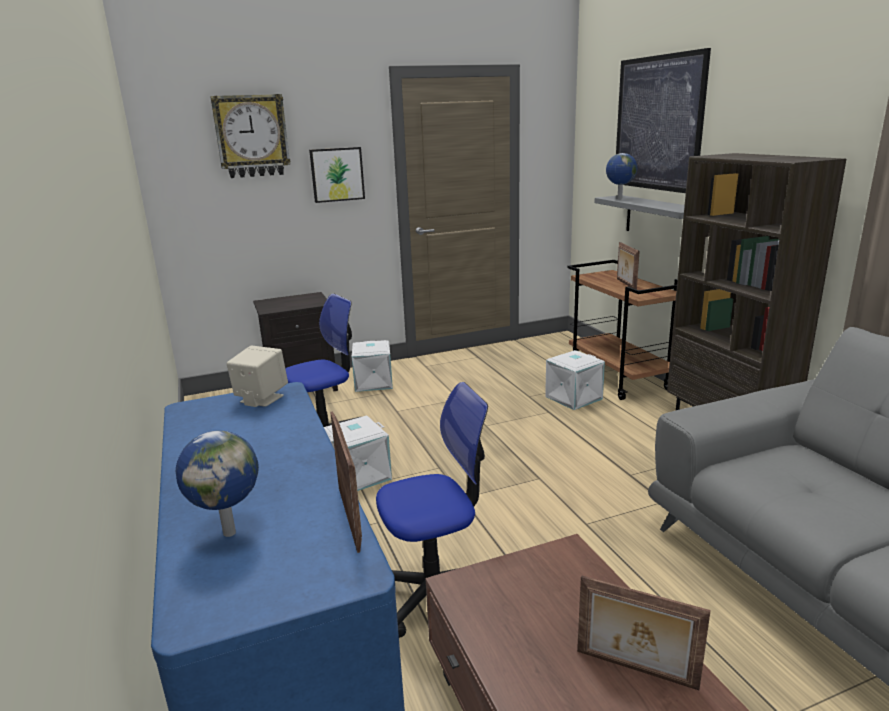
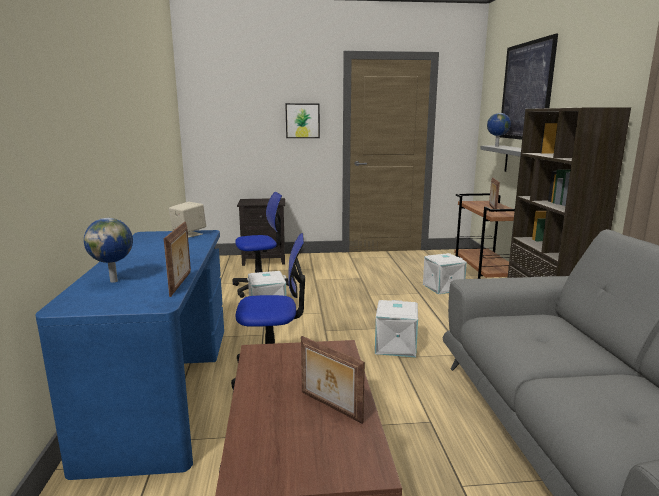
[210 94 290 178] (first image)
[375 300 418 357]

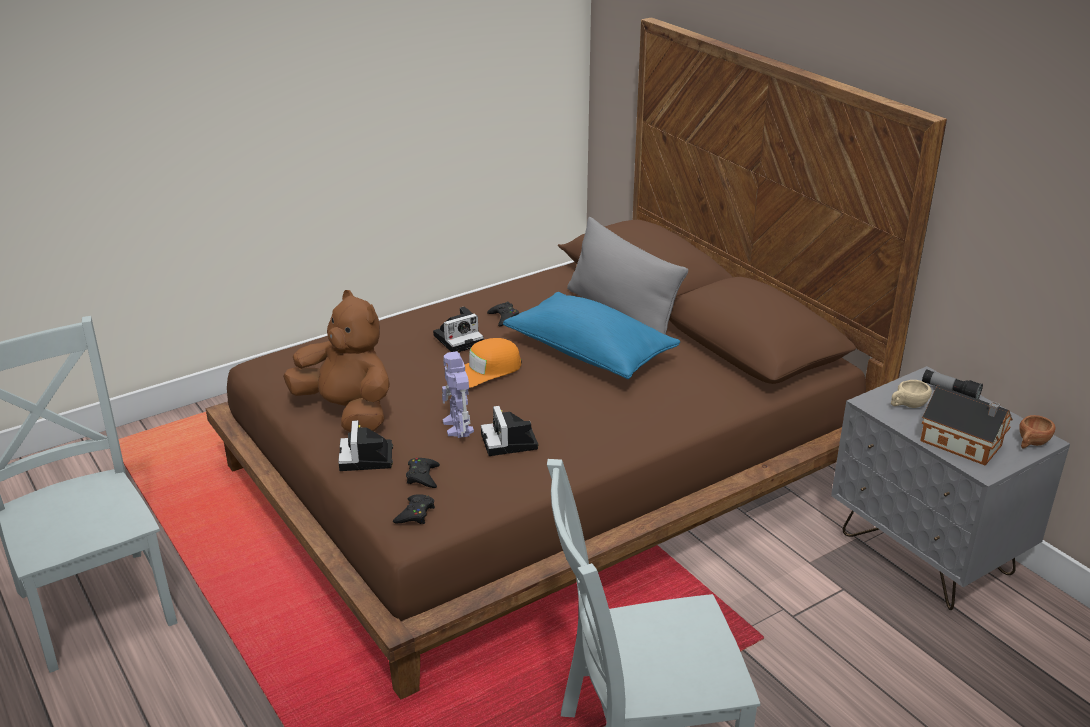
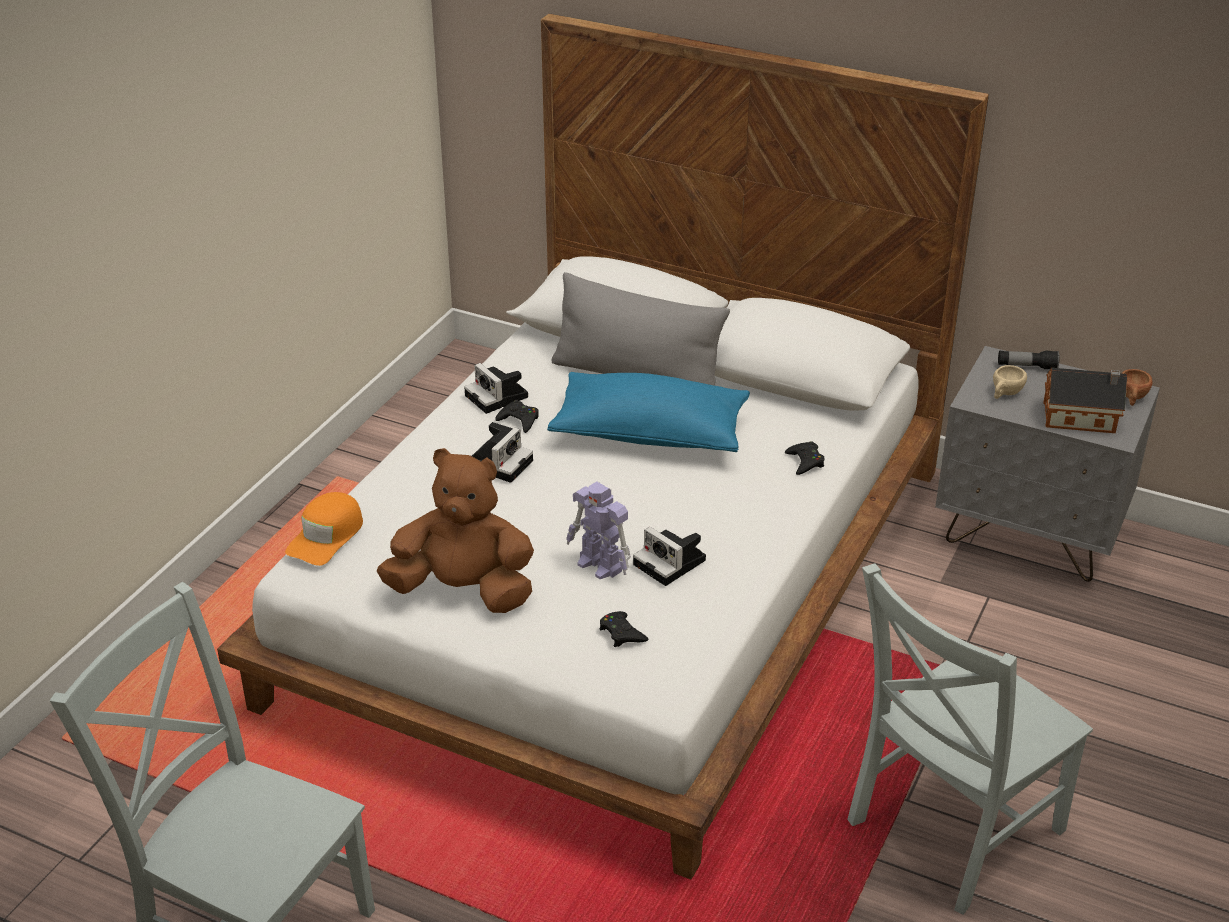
[217 13 989 880]
[464 363 528 414]
[785 441 825 475]
[285 492 363 566]

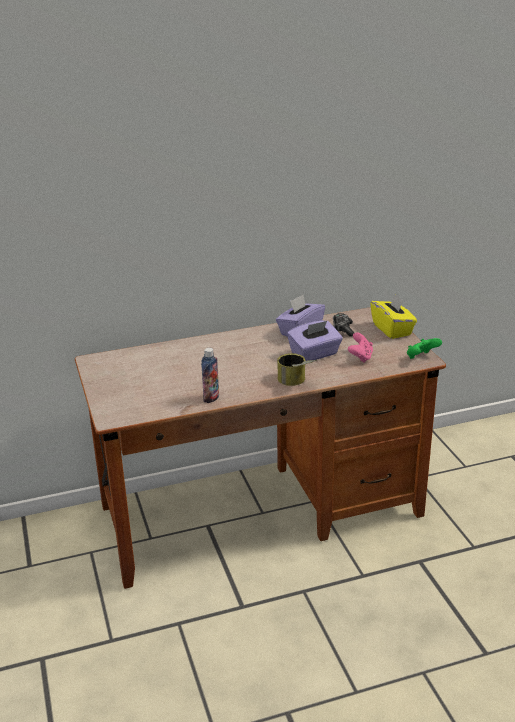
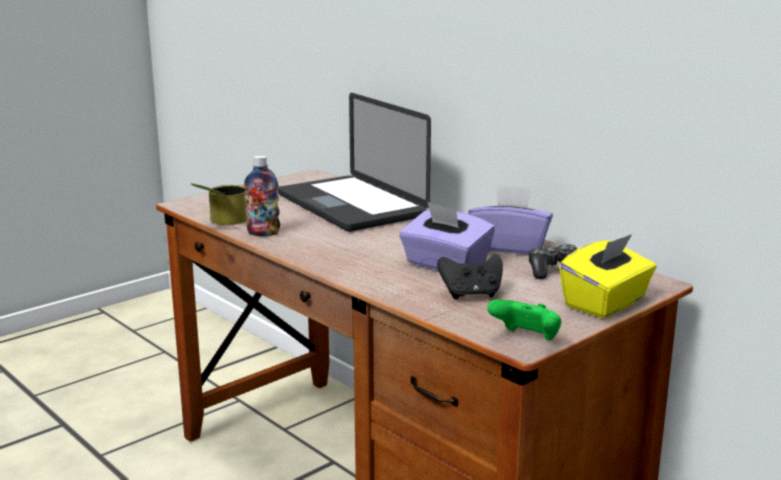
[190 183 247 225]
[437 254 503 299]
[277 93 431 232]

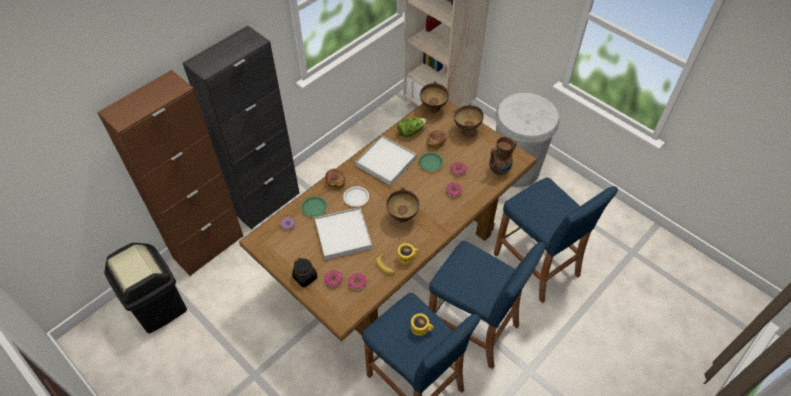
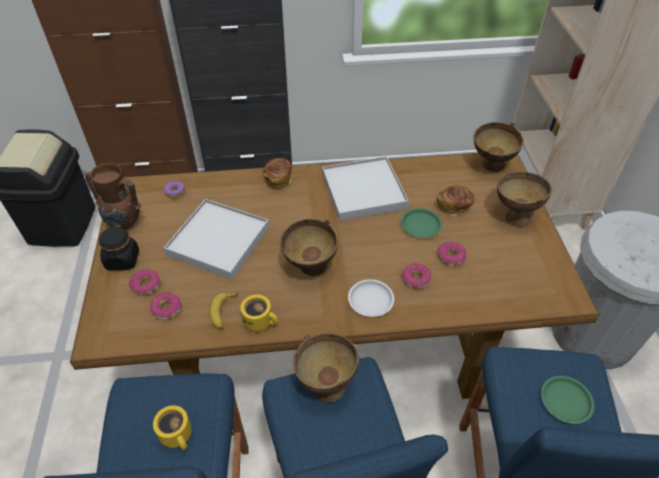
[541 376 595 424]
[348 279 394 317]
[397 117 427 138] (first image)
[85 163 141 230]
[293 333 359 403]

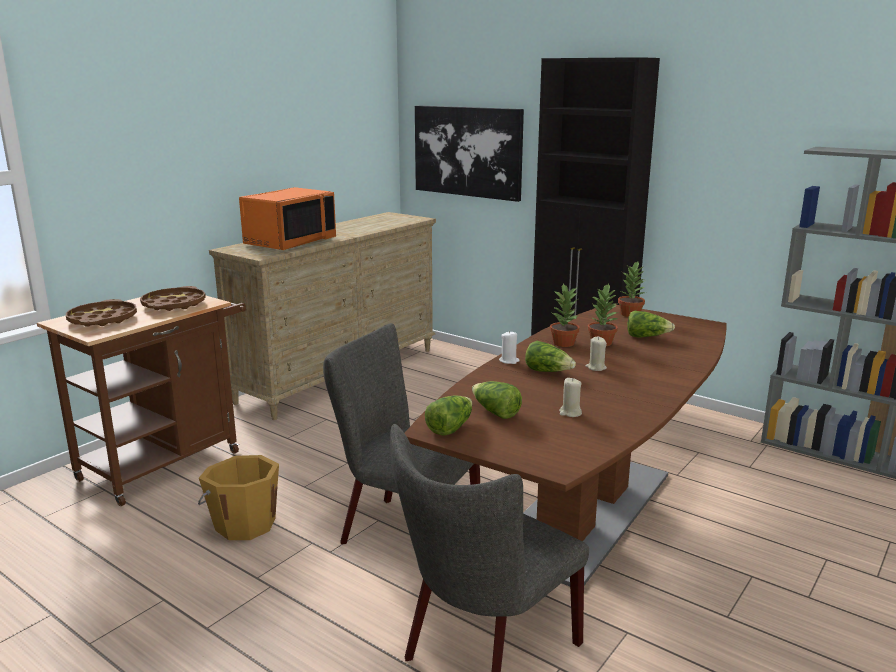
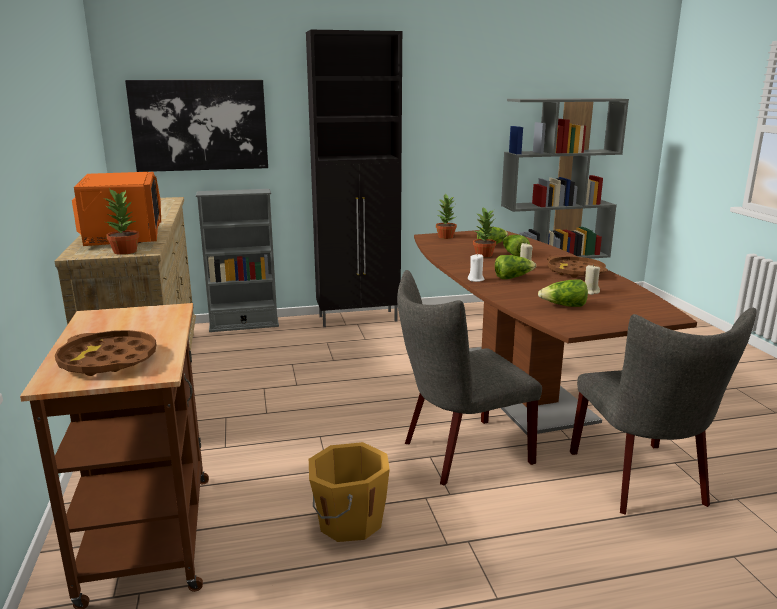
[547 256 608 278]
[503 235 530 257]
[104 188 139 255]
[196 189 279 332]

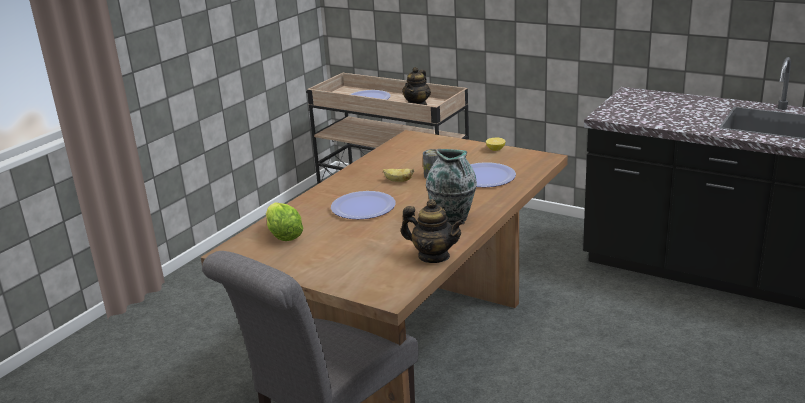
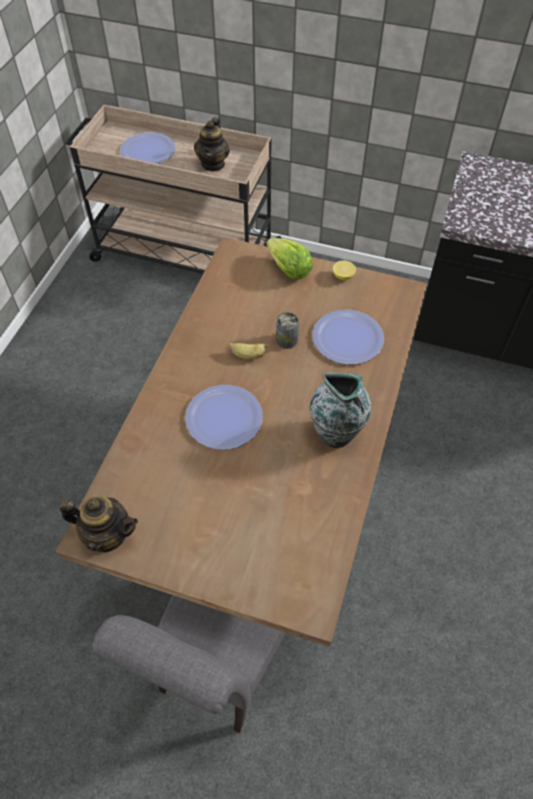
[267 238 313 280]
[59 496 138 552]

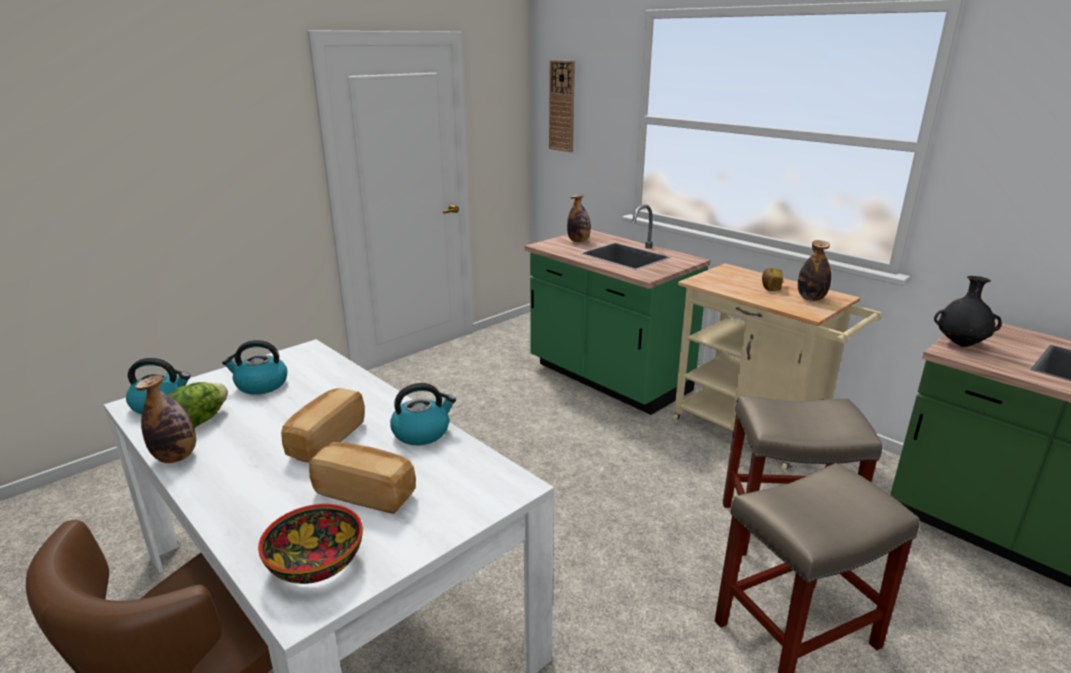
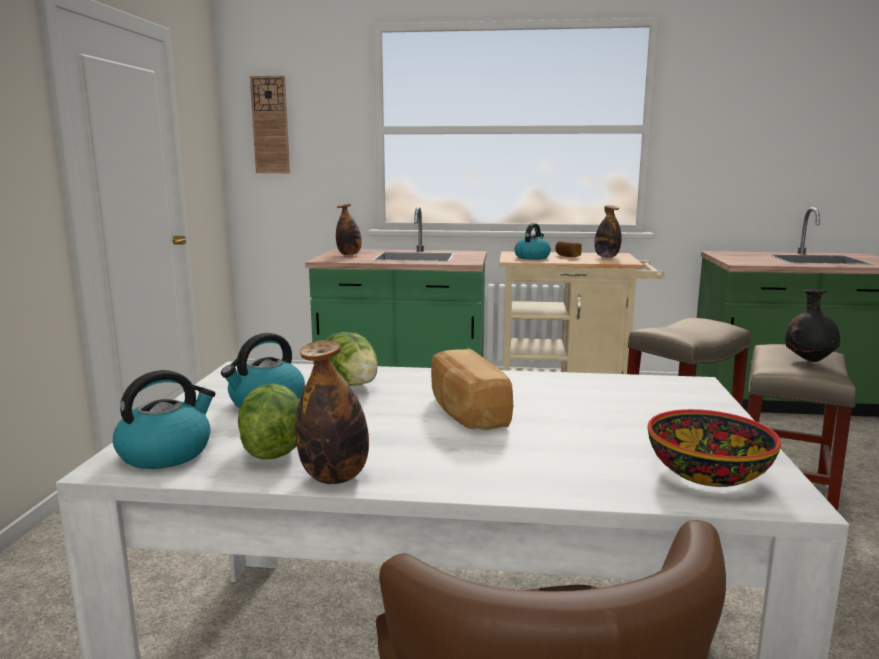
[309 442 416 514] (first image)
[515 223 551 260]
[785 290 840 362]
[326 332 378 386]

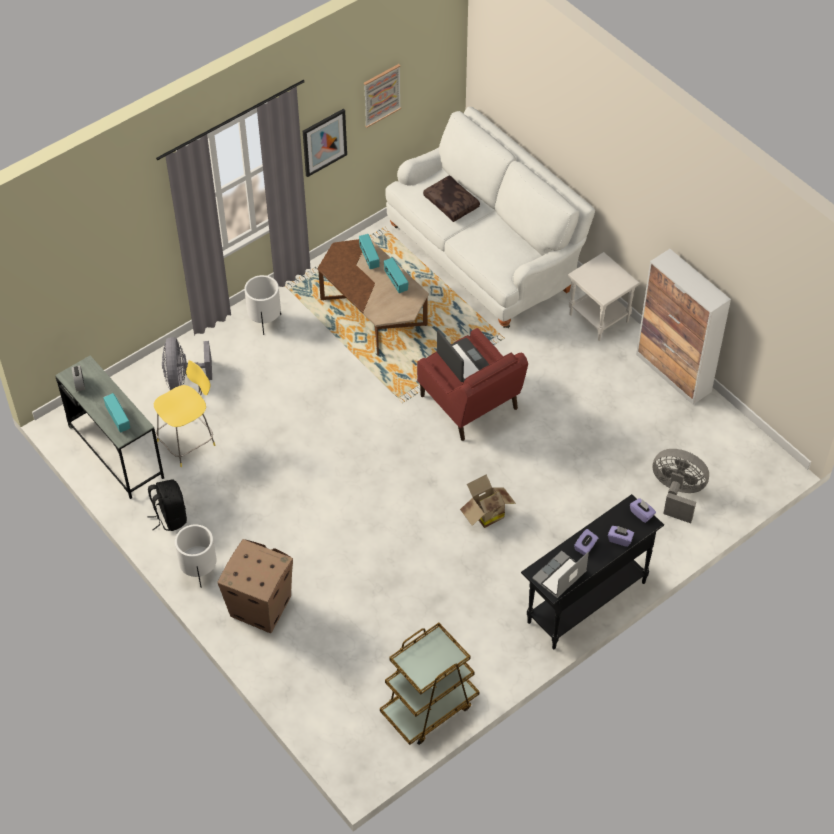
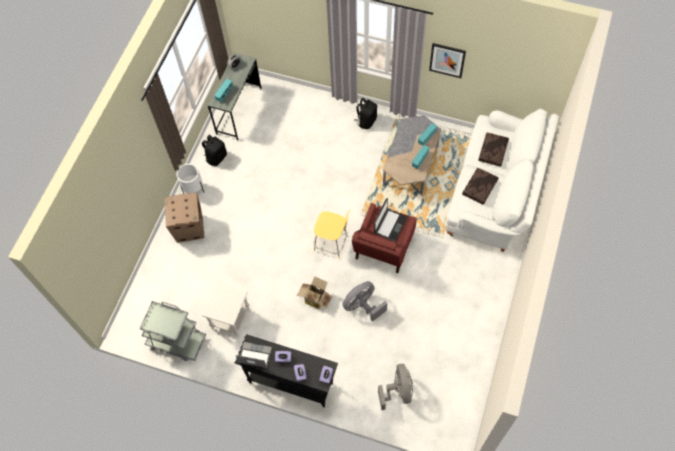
[313 210 350 258]
[342 281 387 321]
[354 98 377 129]
[383 115 441 195]
[364 64 401 128] (first image)
[140 301 206 361]
[202 282 249 337]
[636 249 731 405] (first image)
[462 168 498 205]

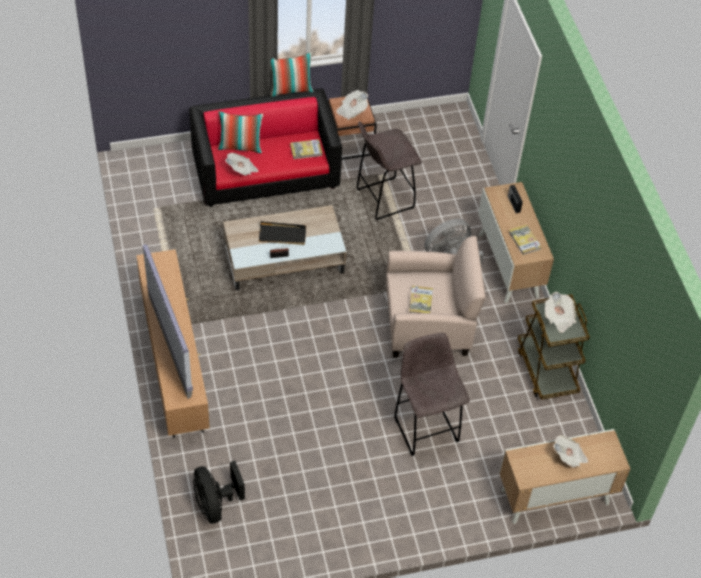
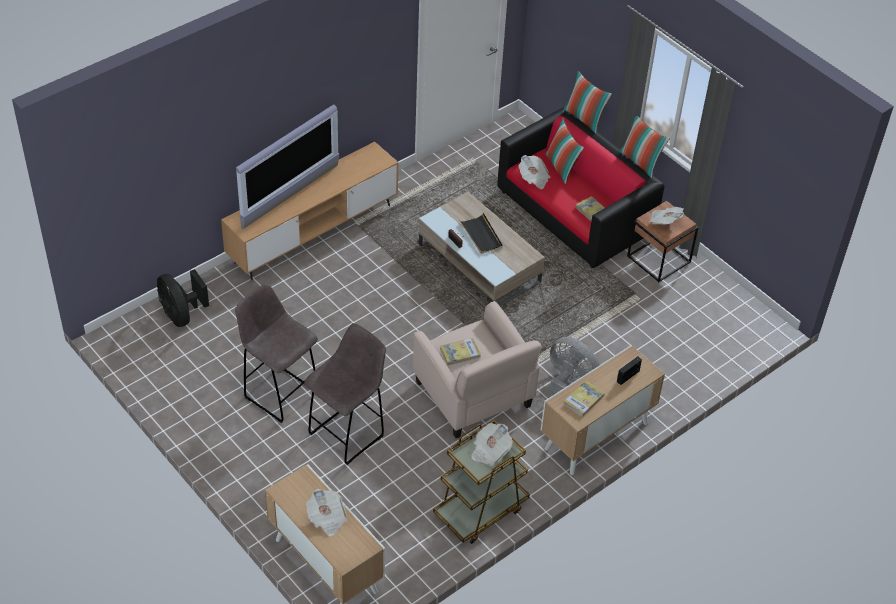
[157 269 209 327]
[235 284 318 423]
[563 71 612 133]

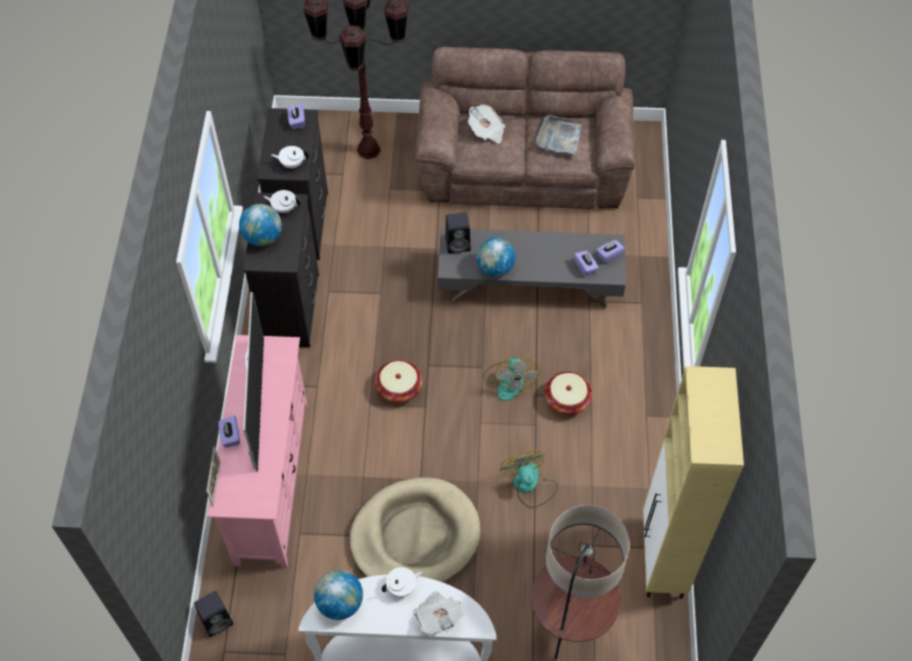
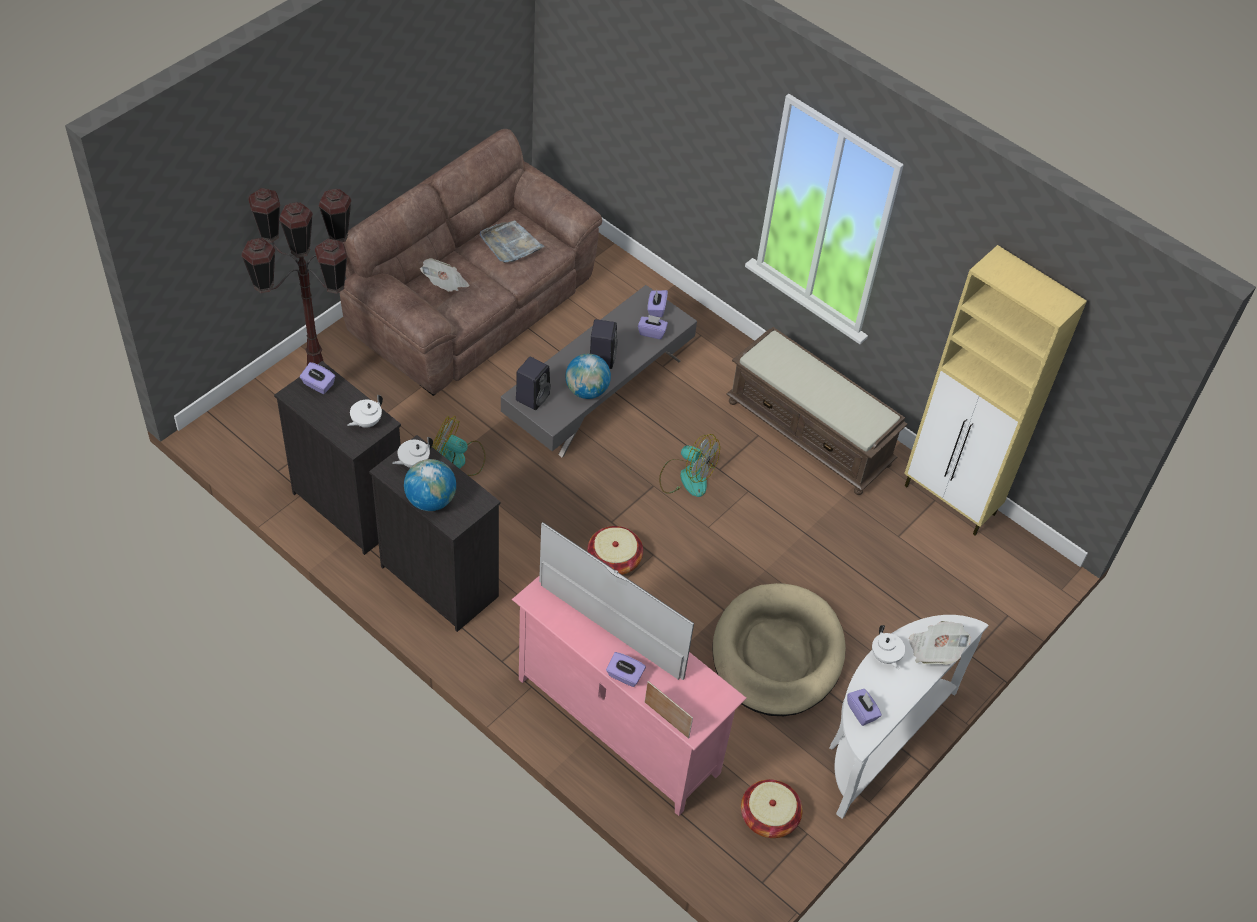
[590 319 618 369]
[847 689 882 726]
[872 625 905 669]
[432 416 486 476]
[531 505 629 660] (first image)
[741 779 803 838]
[726 327 908 495]

